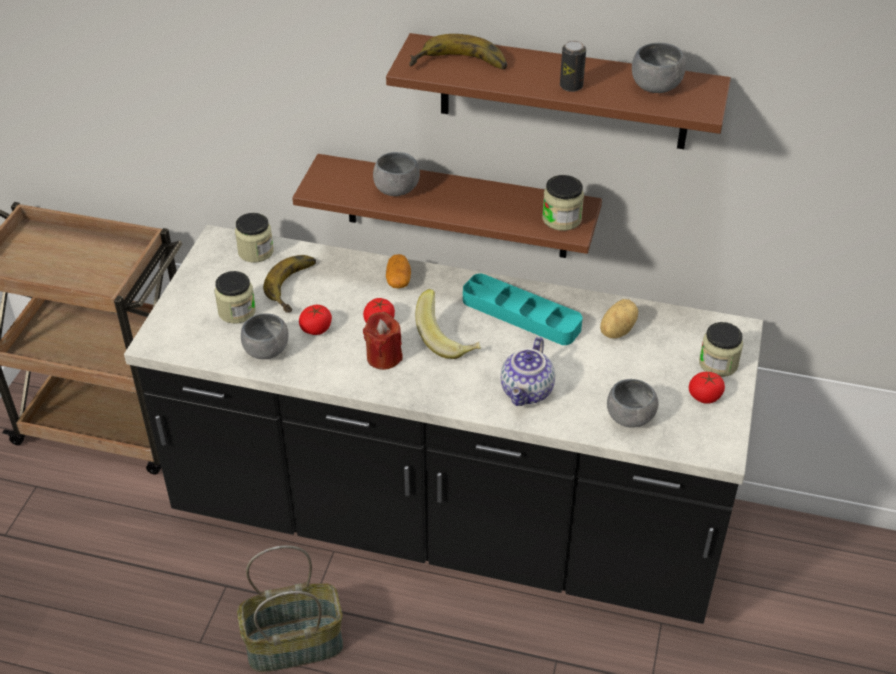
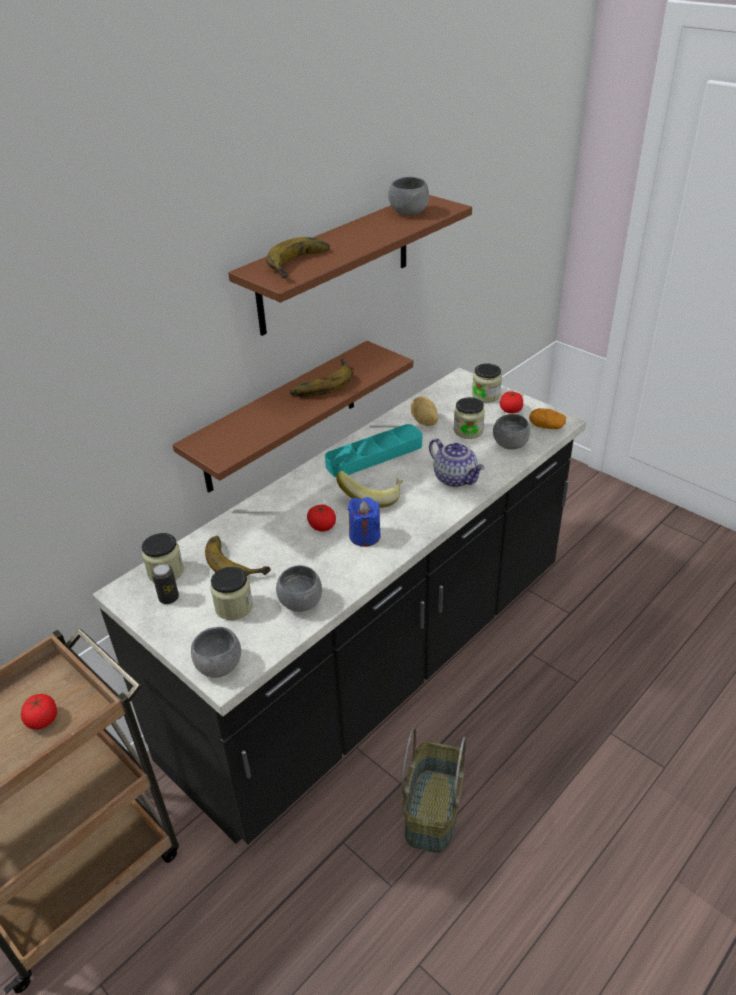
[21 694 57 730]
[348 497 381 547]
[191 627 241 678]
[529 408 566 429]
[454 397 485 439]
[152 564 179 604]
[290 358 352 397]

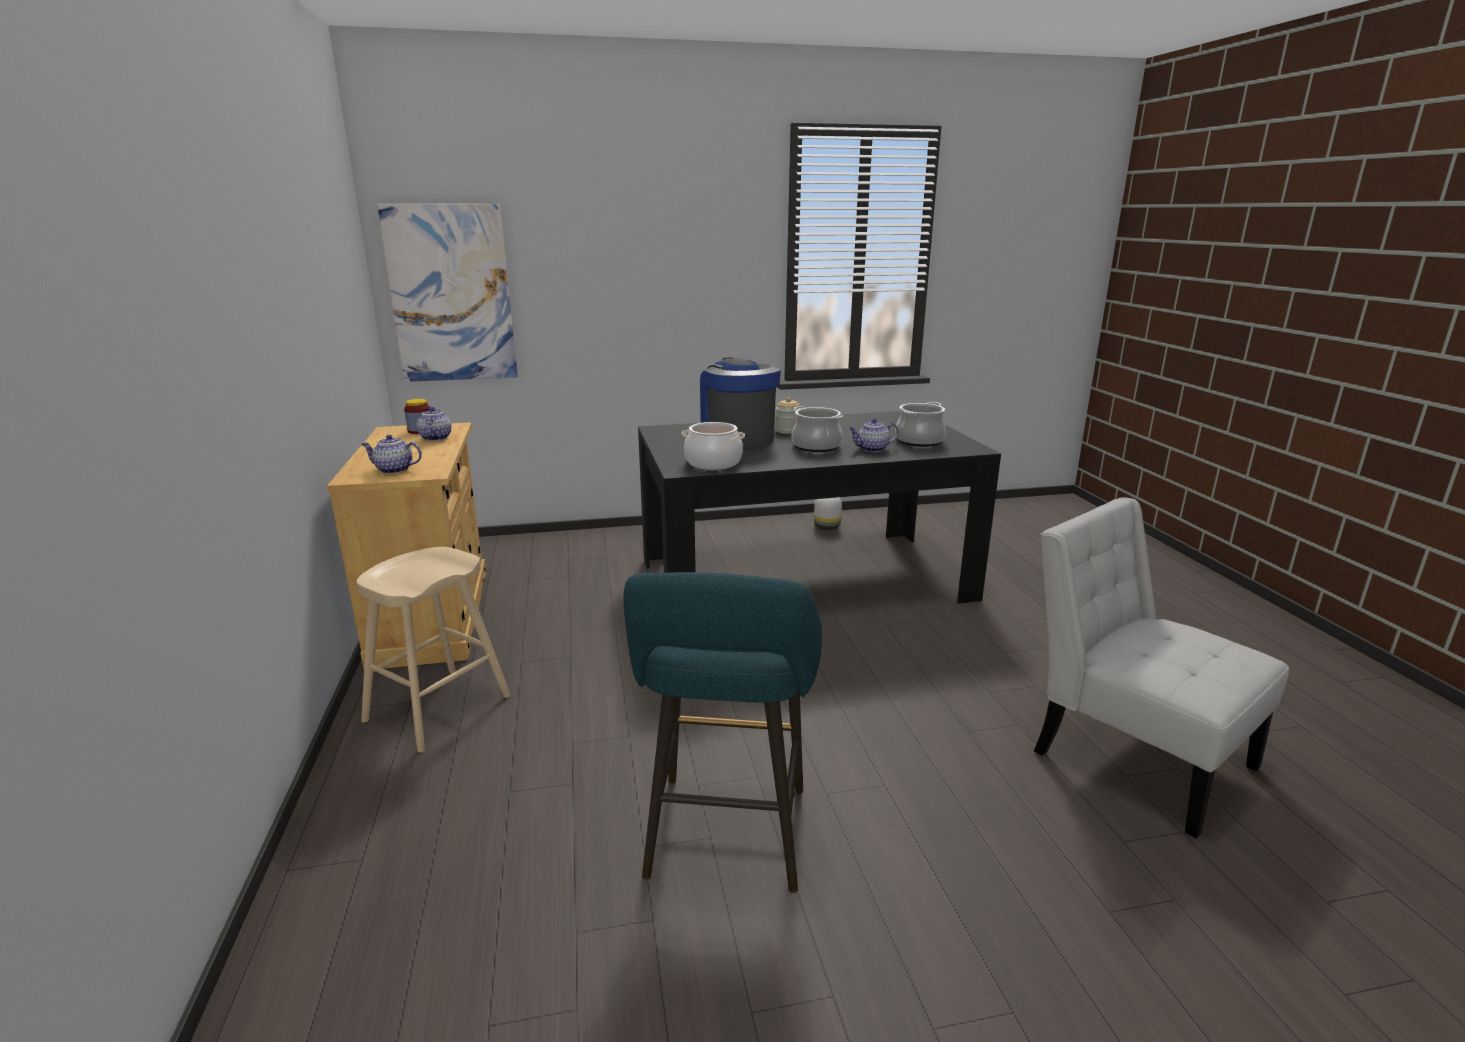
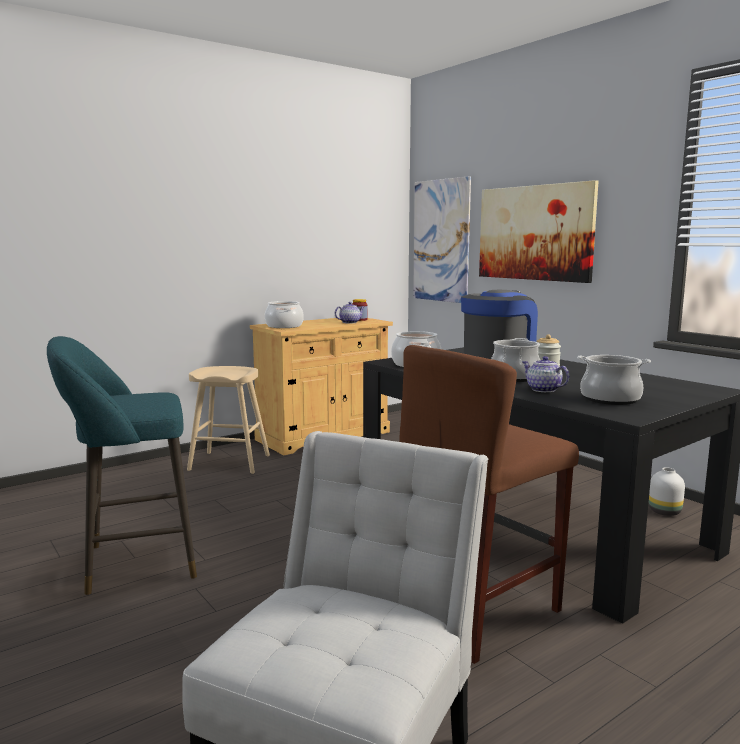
[265 301 304 328]
[399 345 579 664]
[479 180 599 283]

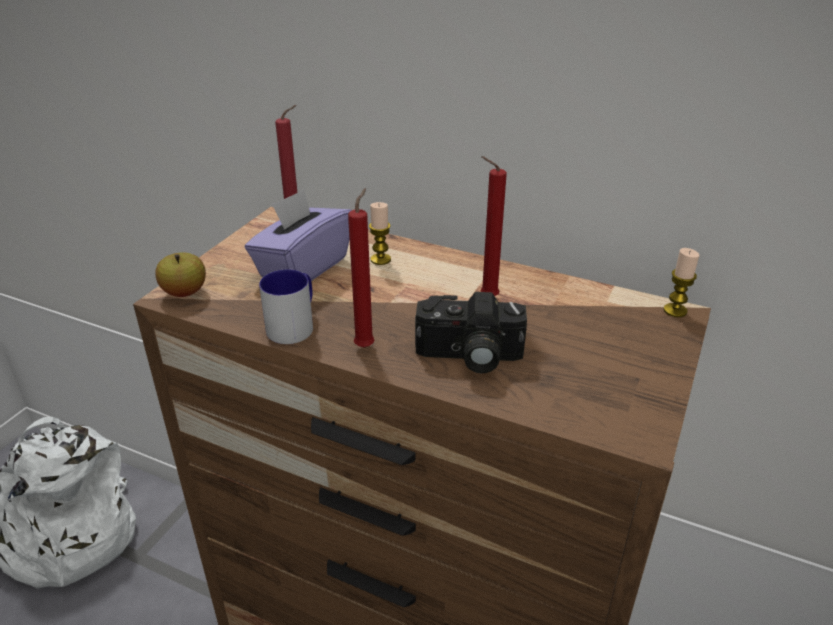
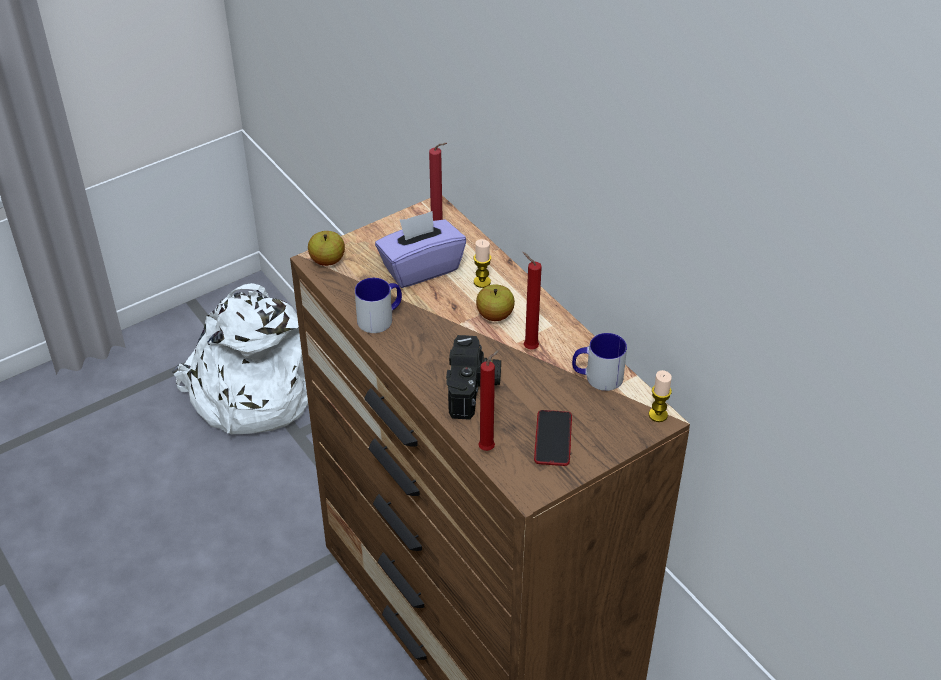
[478 349 500 451]
[446 335 501 420]
[476 284 515 321]
[534 410 572 466]
[572 333 627 391]

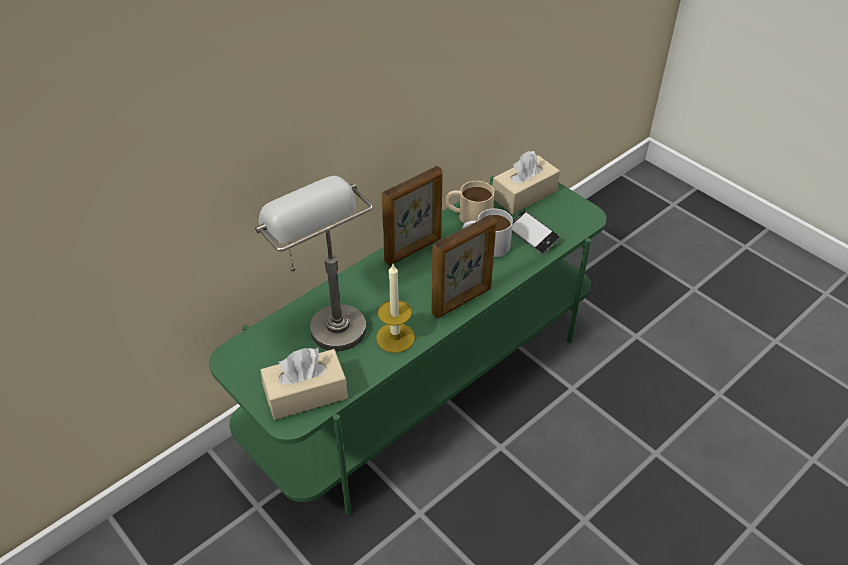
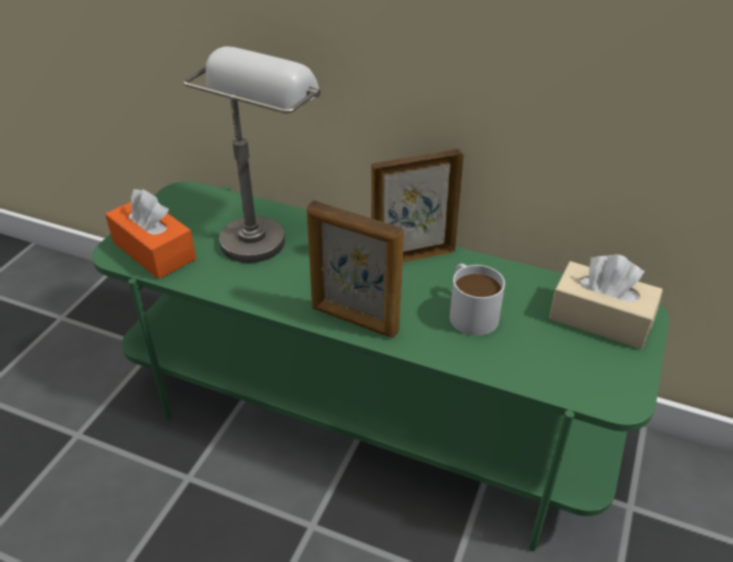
[105 189 196 279]
[376 264 415 353] (first image)
[371 149 463 263]
[446 181 494 224] (first image)
[512 211 560 254] (first image)

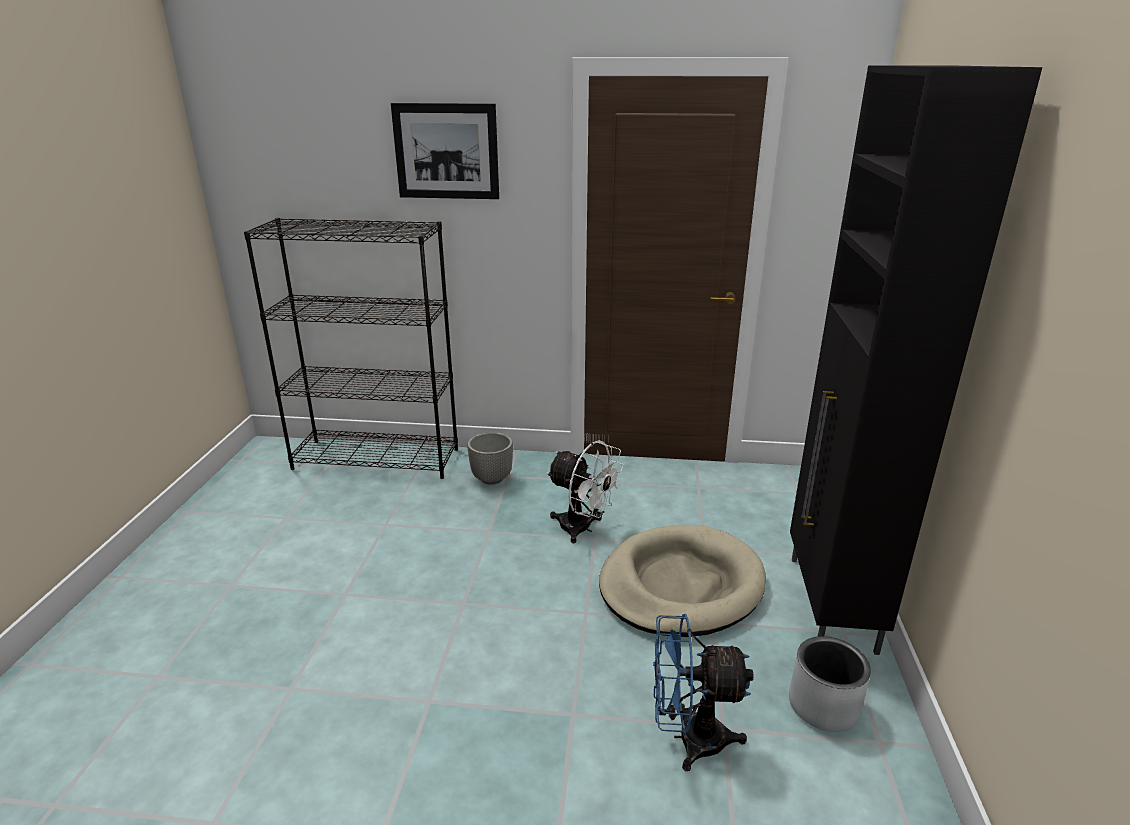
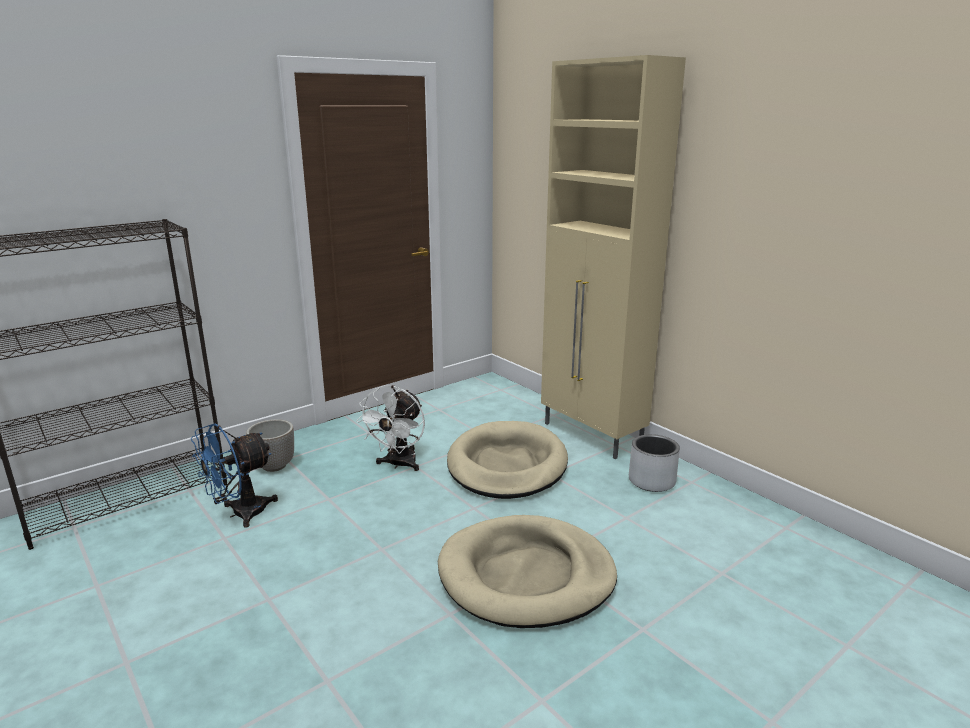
[391 103 499 199] (first image)
[356 385 425 471]
[191 423 278 527]
[541 55 686 459]
[438 515 617 628]

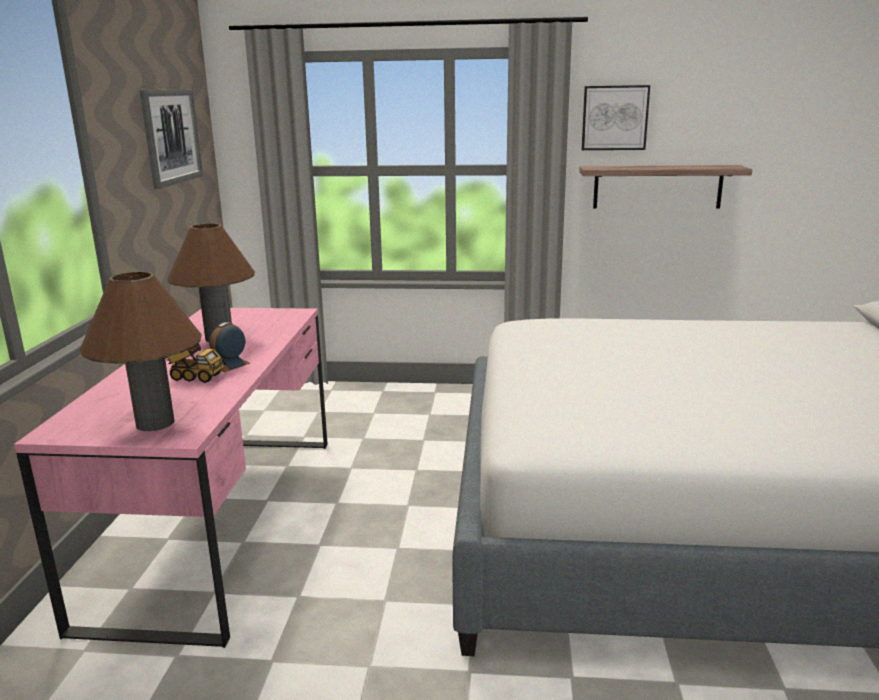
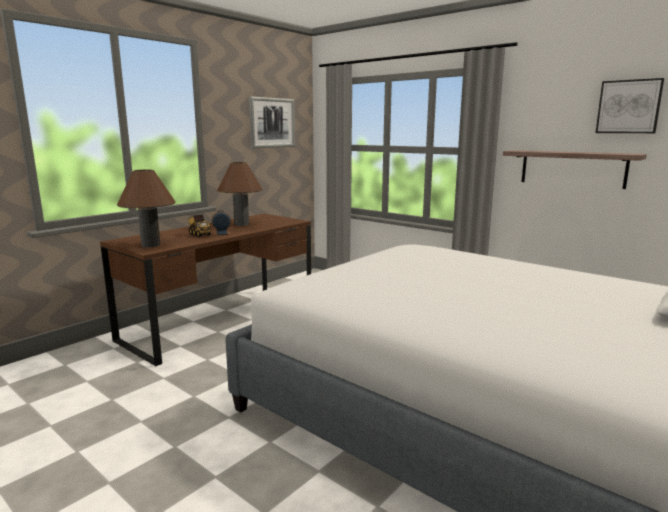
[100 214 311 367]
[596 78 664 133]

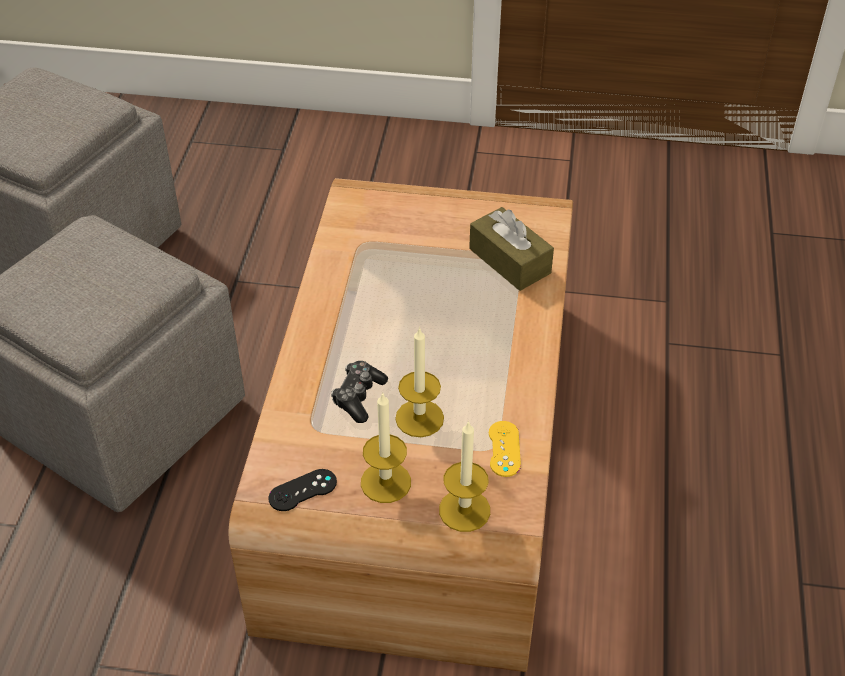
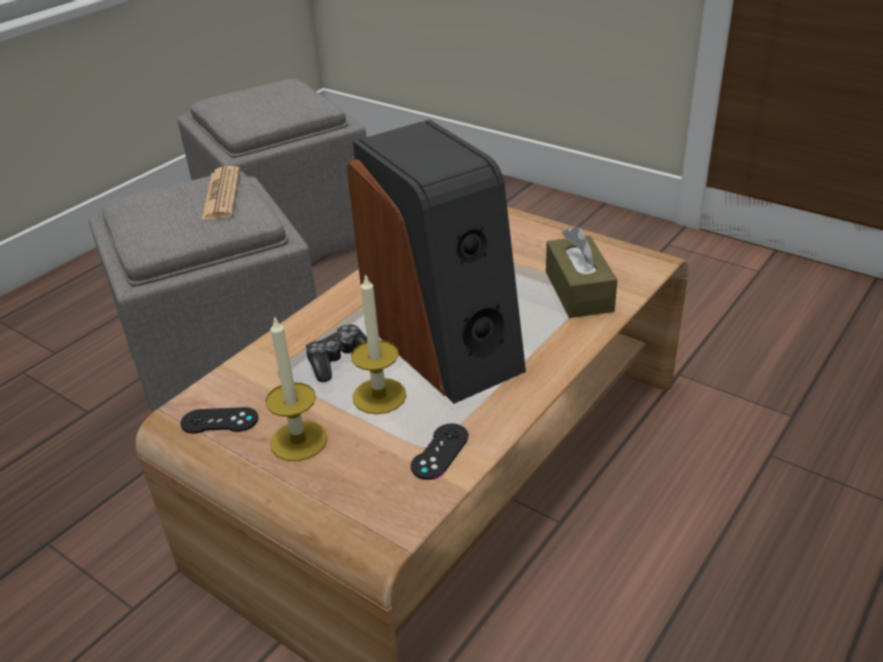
[439 420 490 532] (first image)
[411 423 469 480]
[201 166 240 220]
[347 119 526 404]

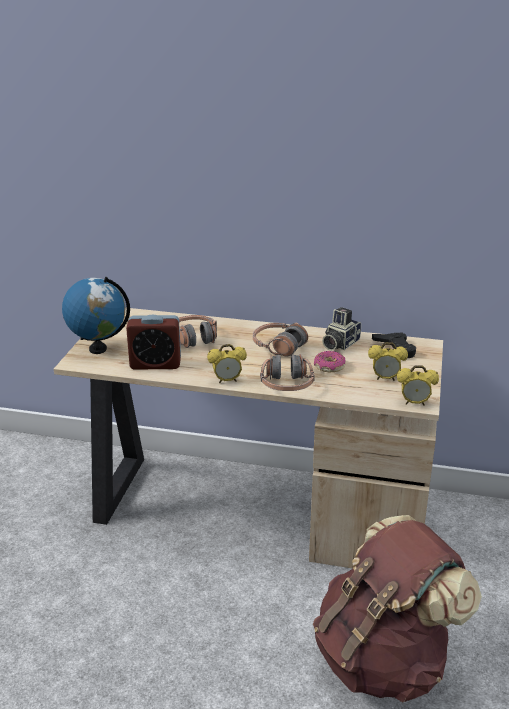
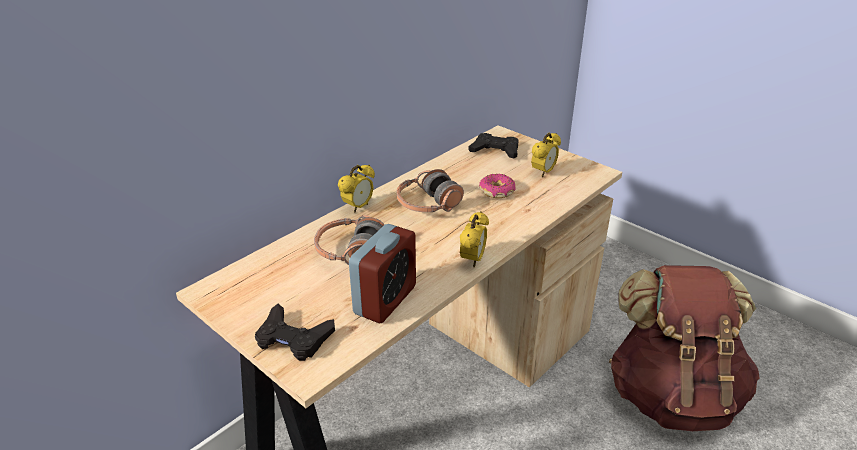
[255 304 335 361]
[260 354 315 391] (first image)
[322 307 361 351] (first image)
[338 164 375 213]

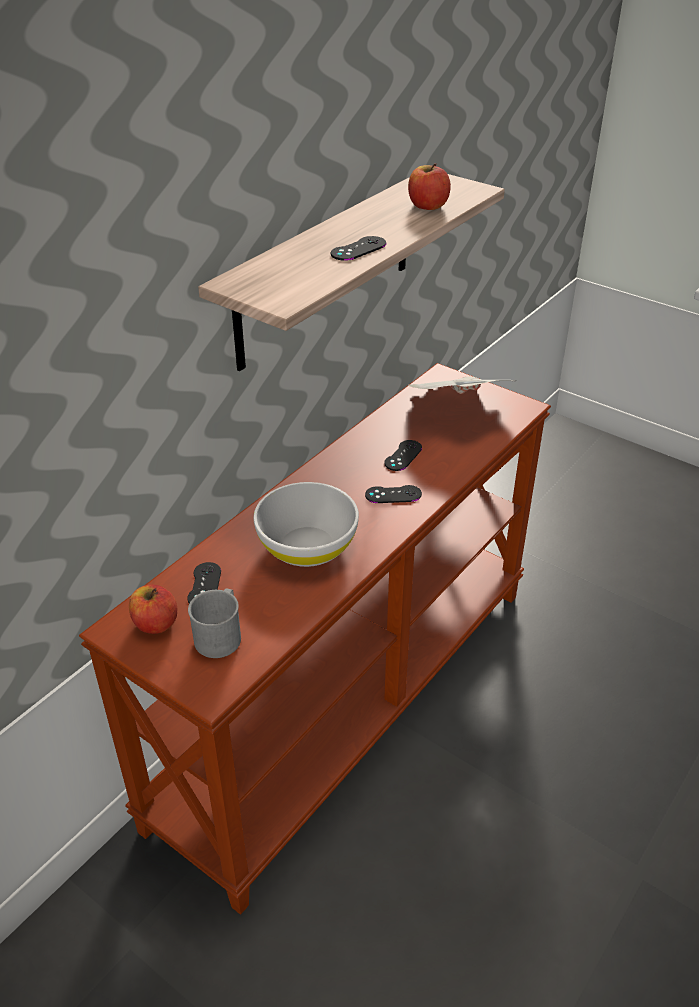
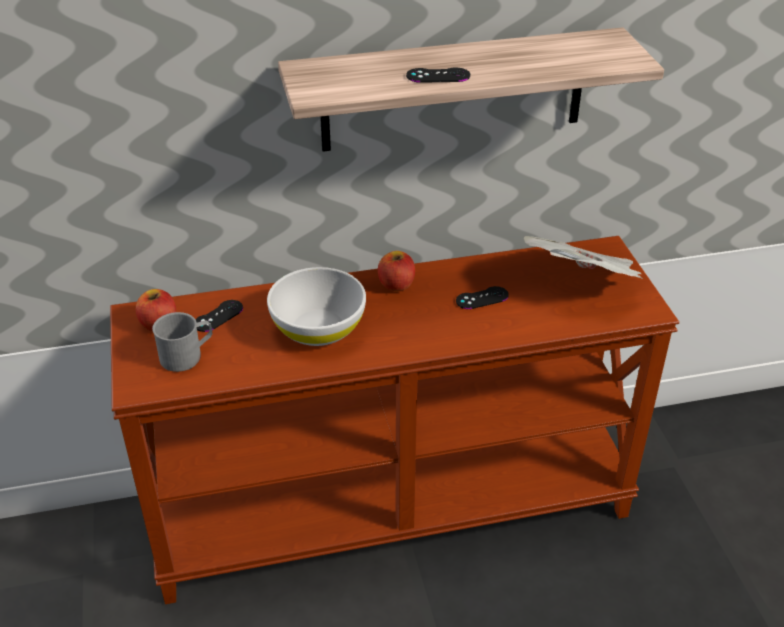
[365 485 422 503] (first image)
[378 251 415 291]

